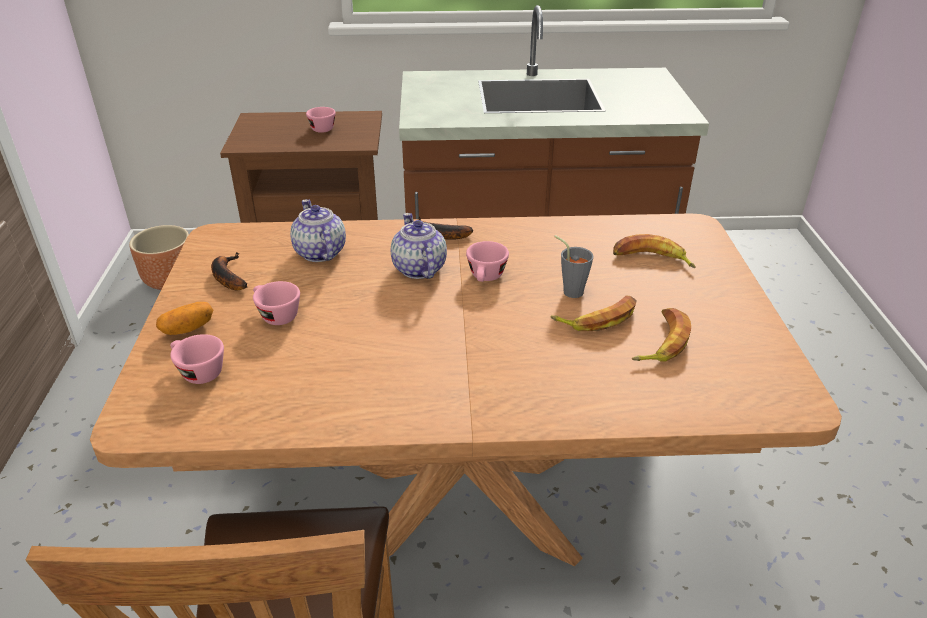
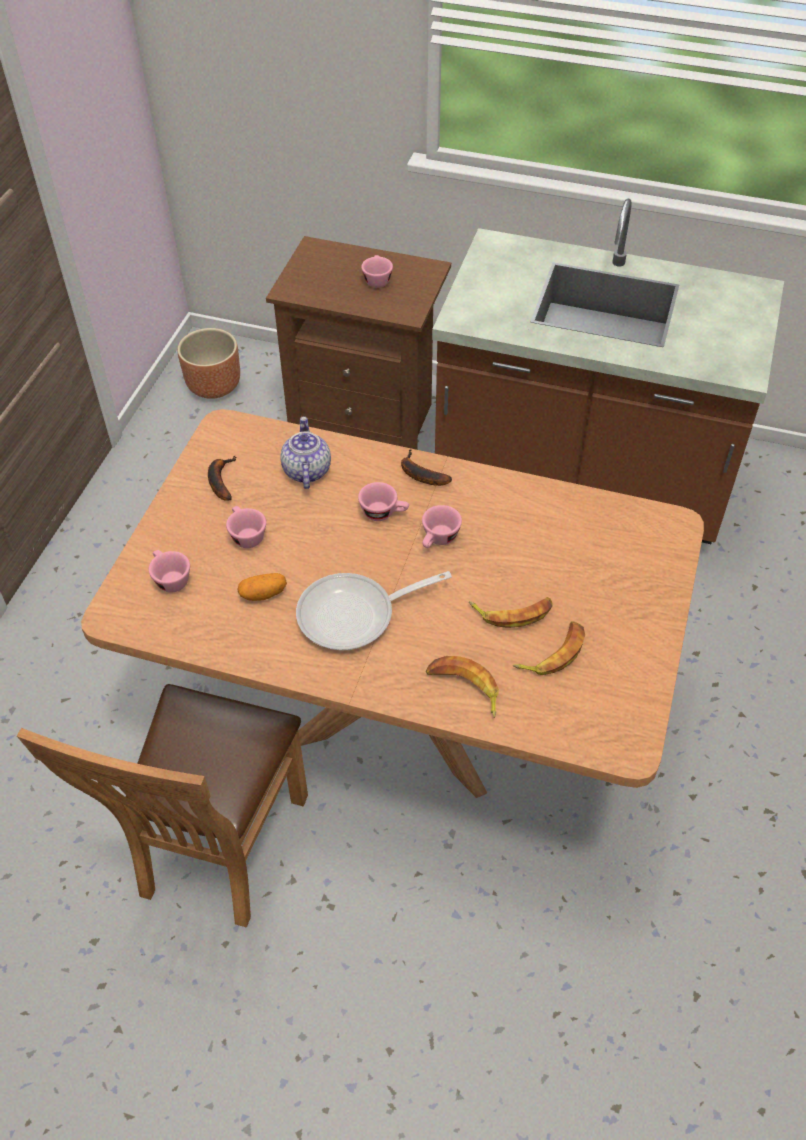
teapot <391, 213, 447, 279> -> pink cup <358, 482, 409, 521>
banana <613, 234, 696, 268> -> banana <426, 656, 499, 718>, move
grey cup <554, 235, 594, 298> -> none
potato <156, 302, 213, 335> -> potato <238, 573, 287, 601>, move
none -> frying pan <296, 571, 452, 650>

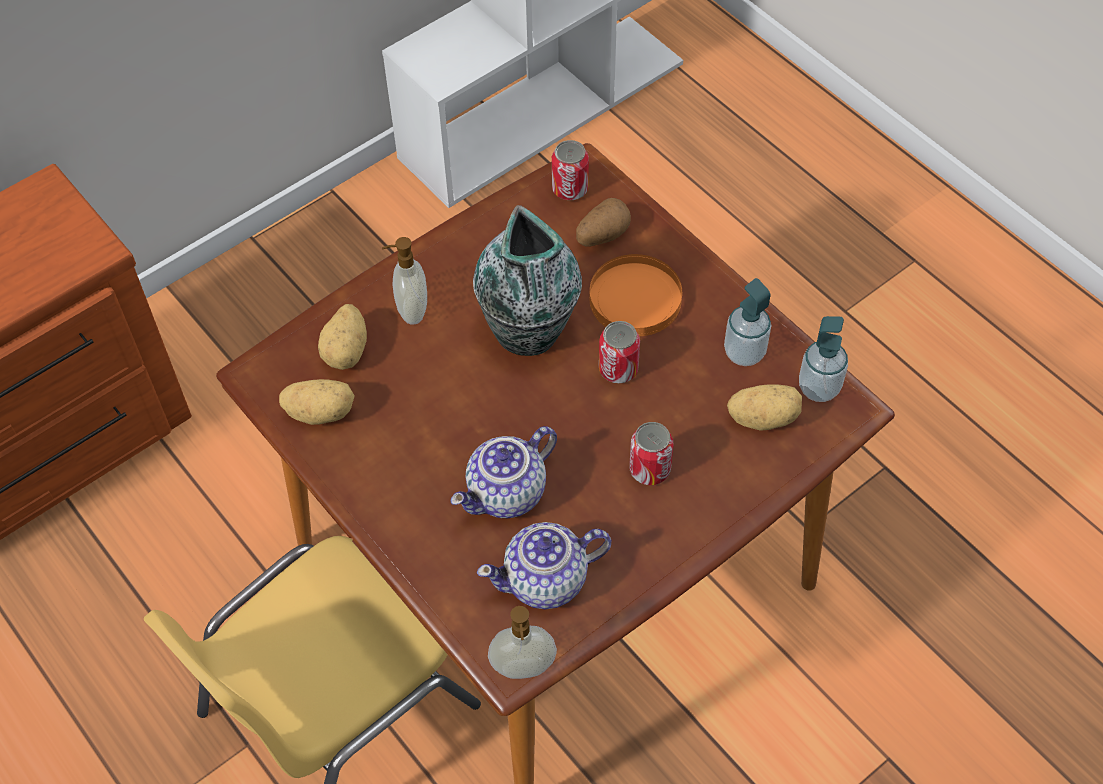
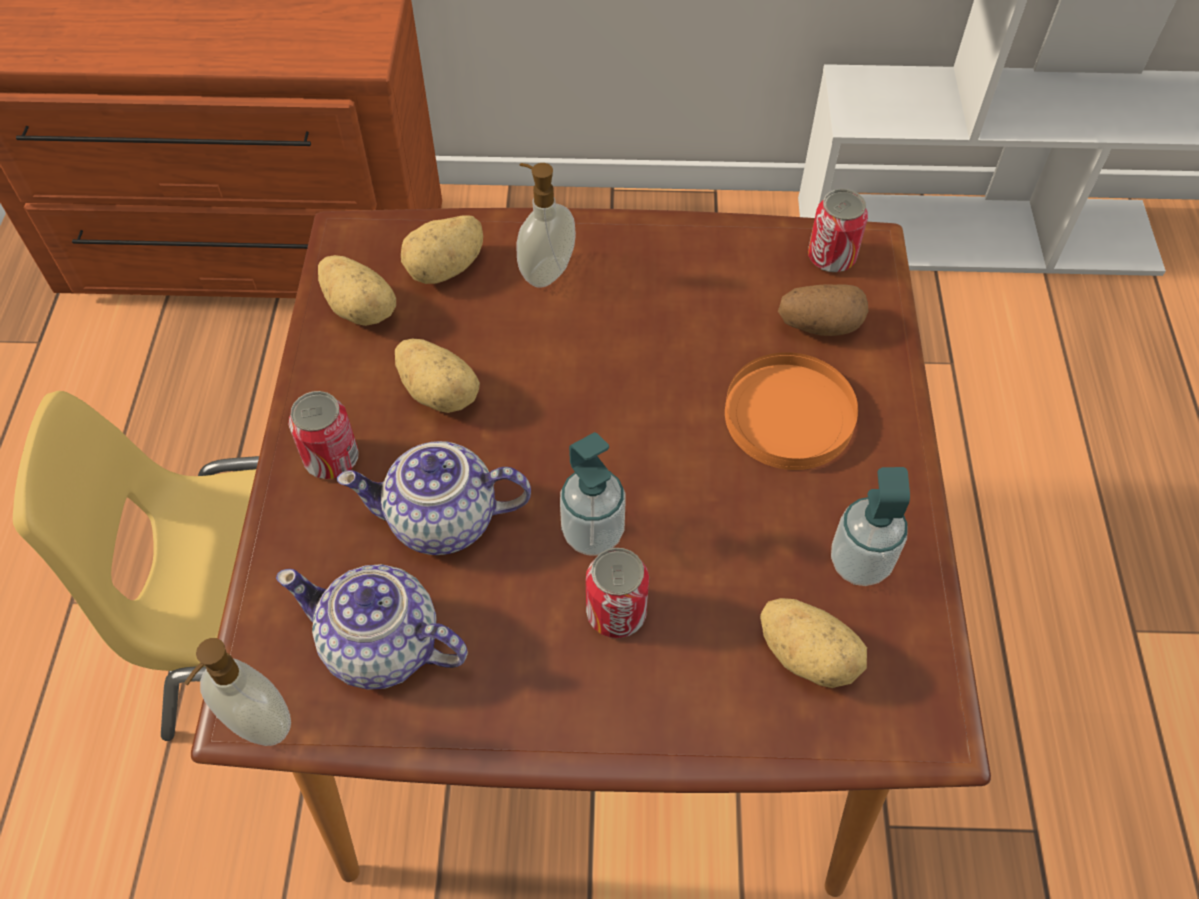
vase <473, 205, 582, 356> -> none
soap dispenser <799, 316, 848, 402> -> soap dispenser <560, 432, 625, 555>, move
can <599, 321, 640, 383> -> can <288, 391, 359, 479>, move
none -> potato <395, 339, 480, 413>

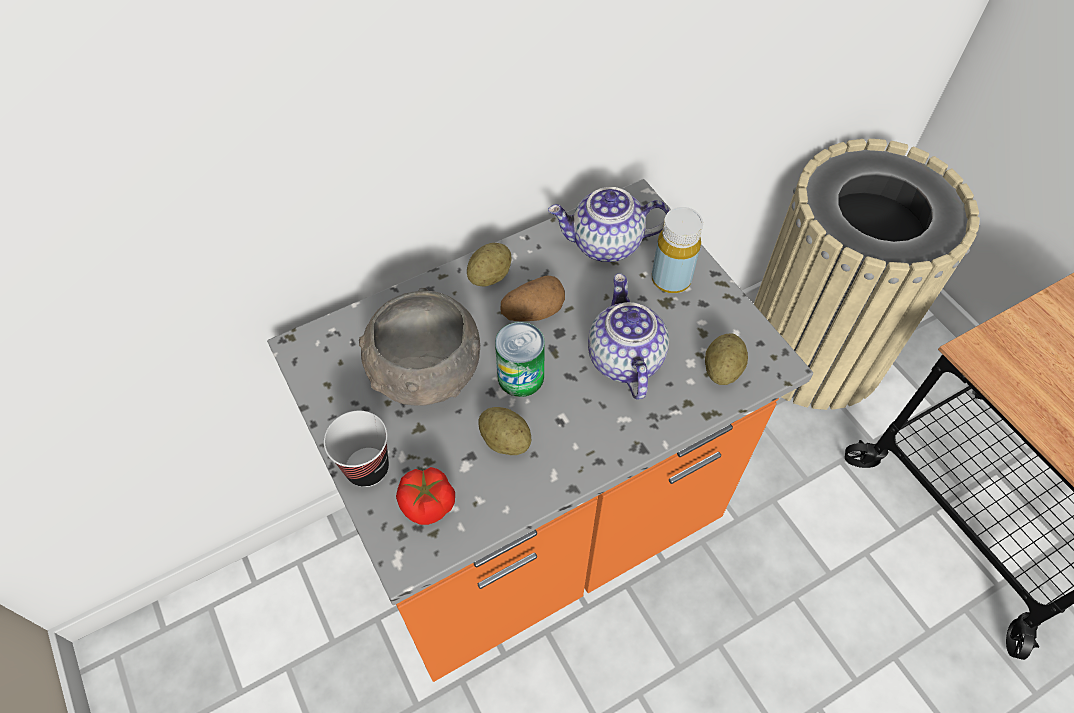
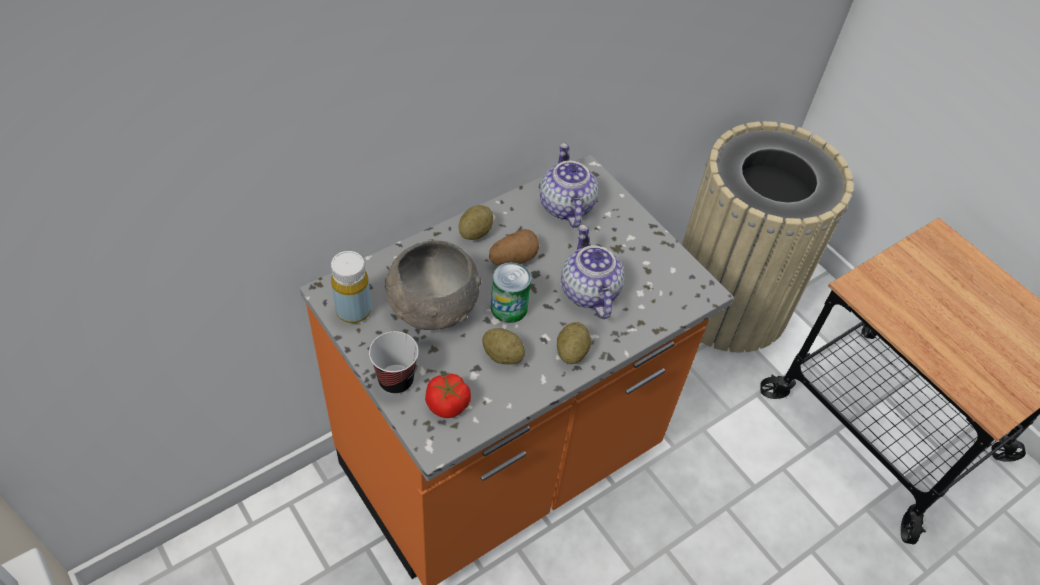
teapot <548, 187, 669, 262> -> teapot <540, 143, 598, 228>, 90 degrees clockwise
yellow bottle <652, 207, 703, 293> -> yellow bottle <331, 251, 371, 323>, move
potato <705, 334, 748, 385> -> potato <557, 322, 591, 364>, move

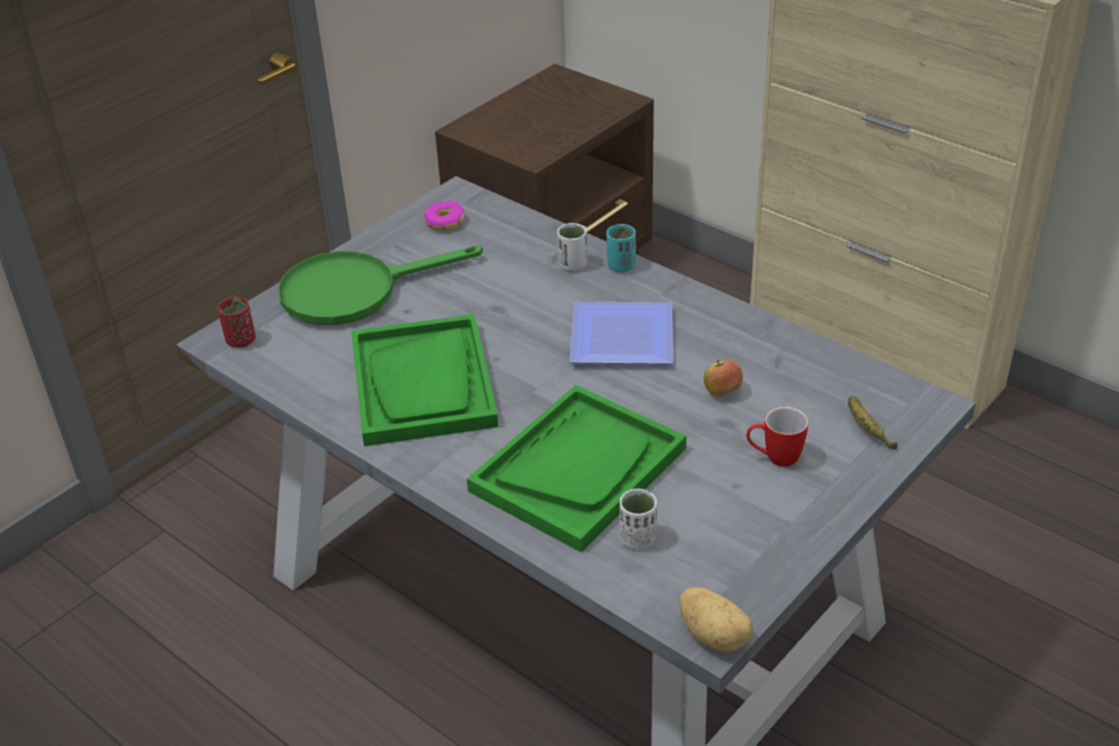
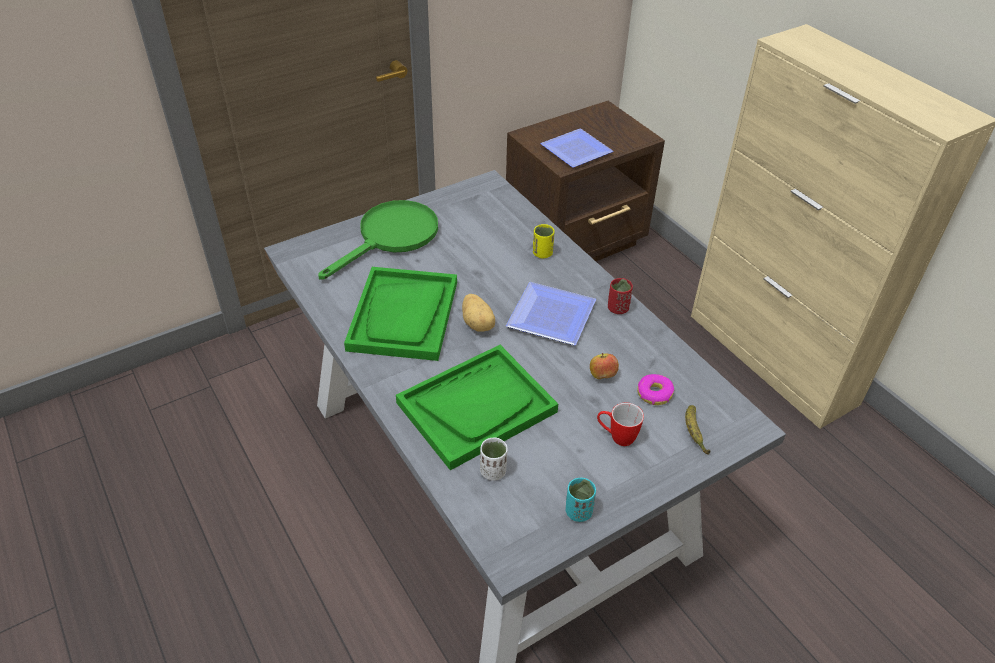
donut <424, 201, 464, 231> -> donut <637, 374, 674, 405>, move
white cup <557, 223, 587, 271> -> yellow cup <533, 224, 555, 258>
turquoise cup <606, 224, 636, 273> -> turquoise cup <566, 478, 596, 522>, move
green frying pan <278, 246, 483, 325> -> green frying pan <318, 200, 438, 279>, 135 degrees clockwise
red cup <217, 297, 256, 348> -> red cup <608, 278, 633, 314>, move
potato <679, 587, 753, 652> -> potato <462, 294, 495, 332>, move
none -> plate <540, 128, 613, 168>

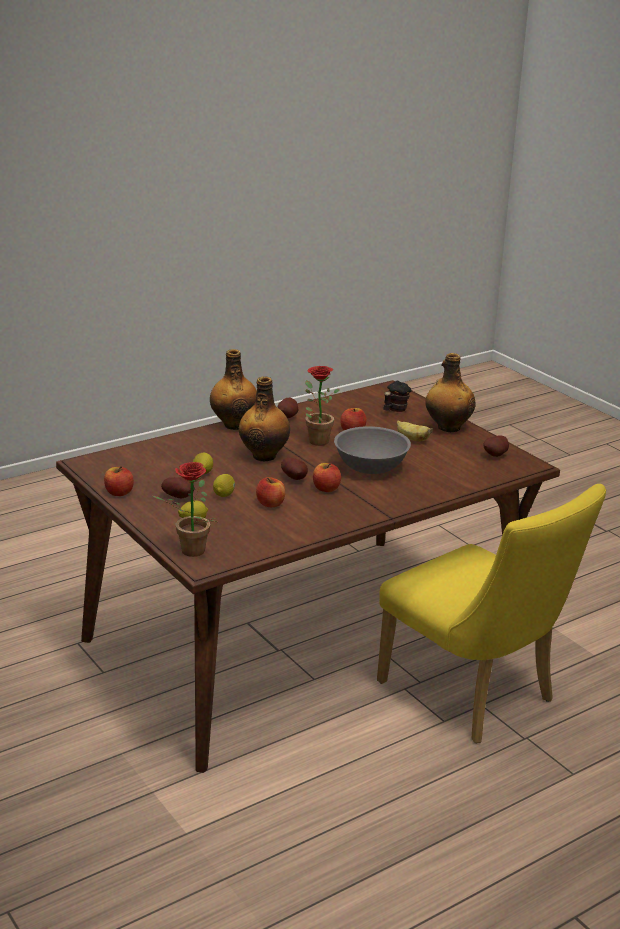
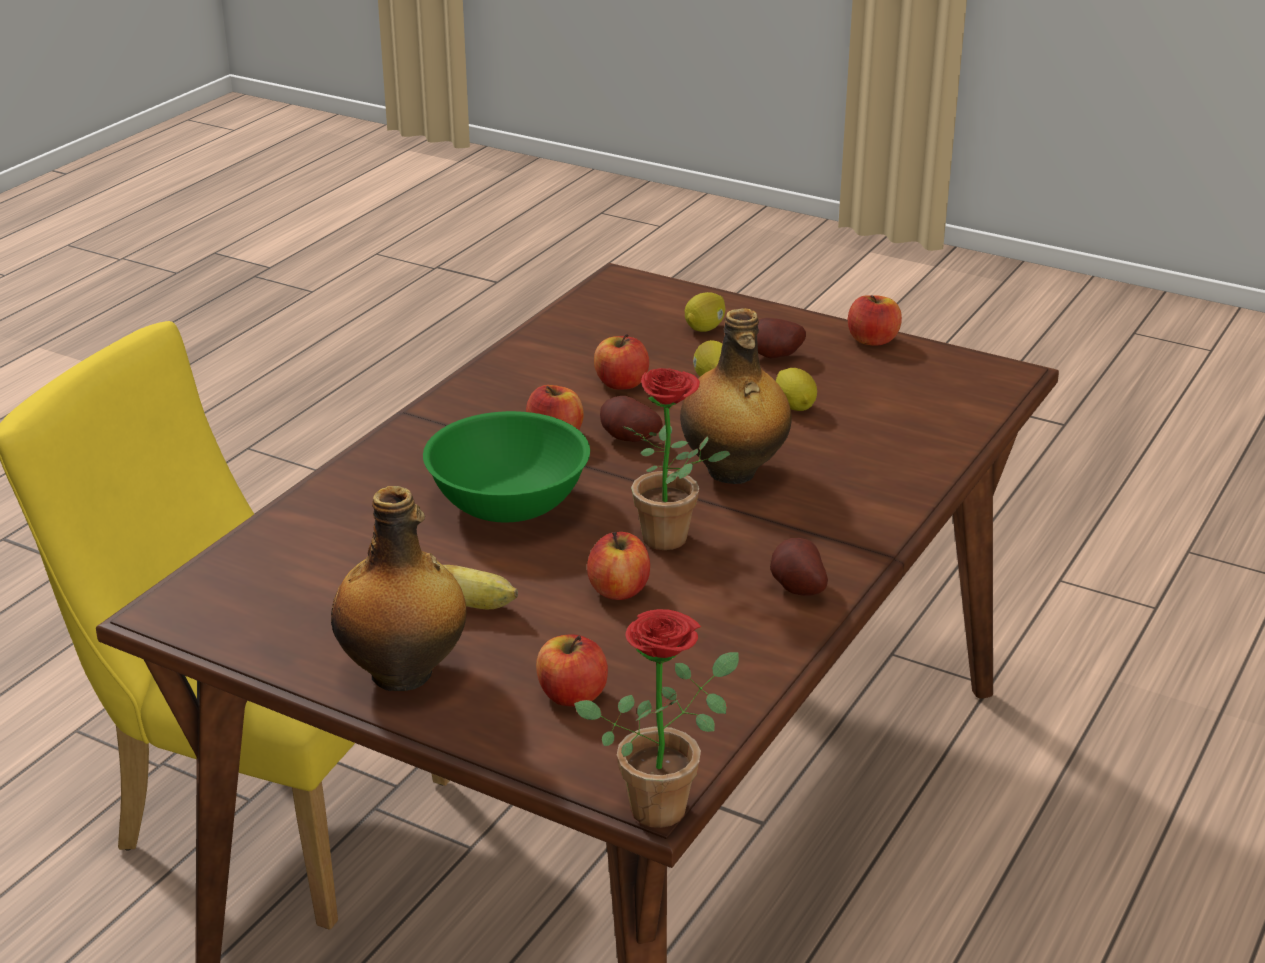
bottle <210, 349, 257, 430> -> none
mug <383, 381, 412, 412> -> apple <536, 634, 608, 706>
grey bowl <334, 426, 411, 474> -> green bowl <423, 411, 590, 522>
potato <483, 436, 509, 457> -> none
potted plant <153, 462, 217, 557> -> potted plant <574, 609, 739, 828>, move

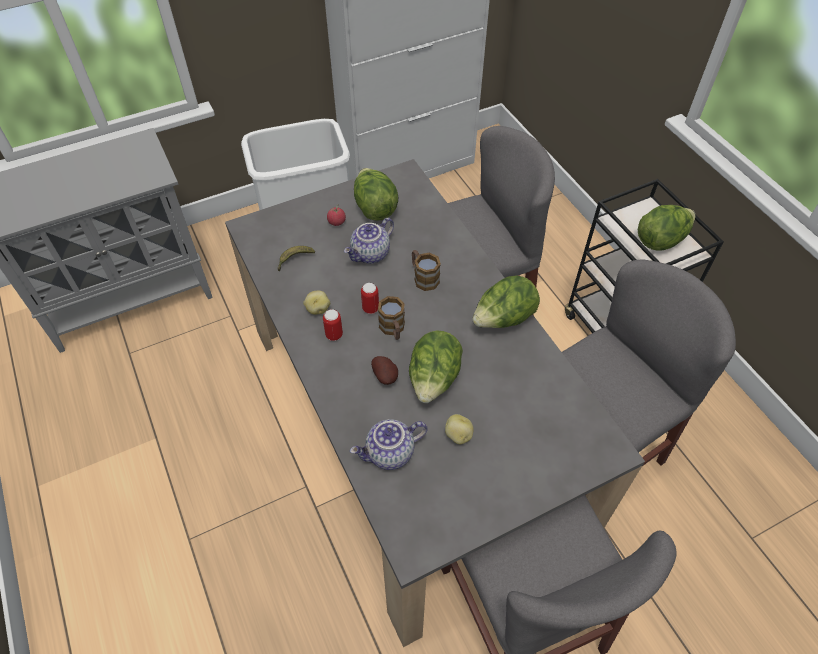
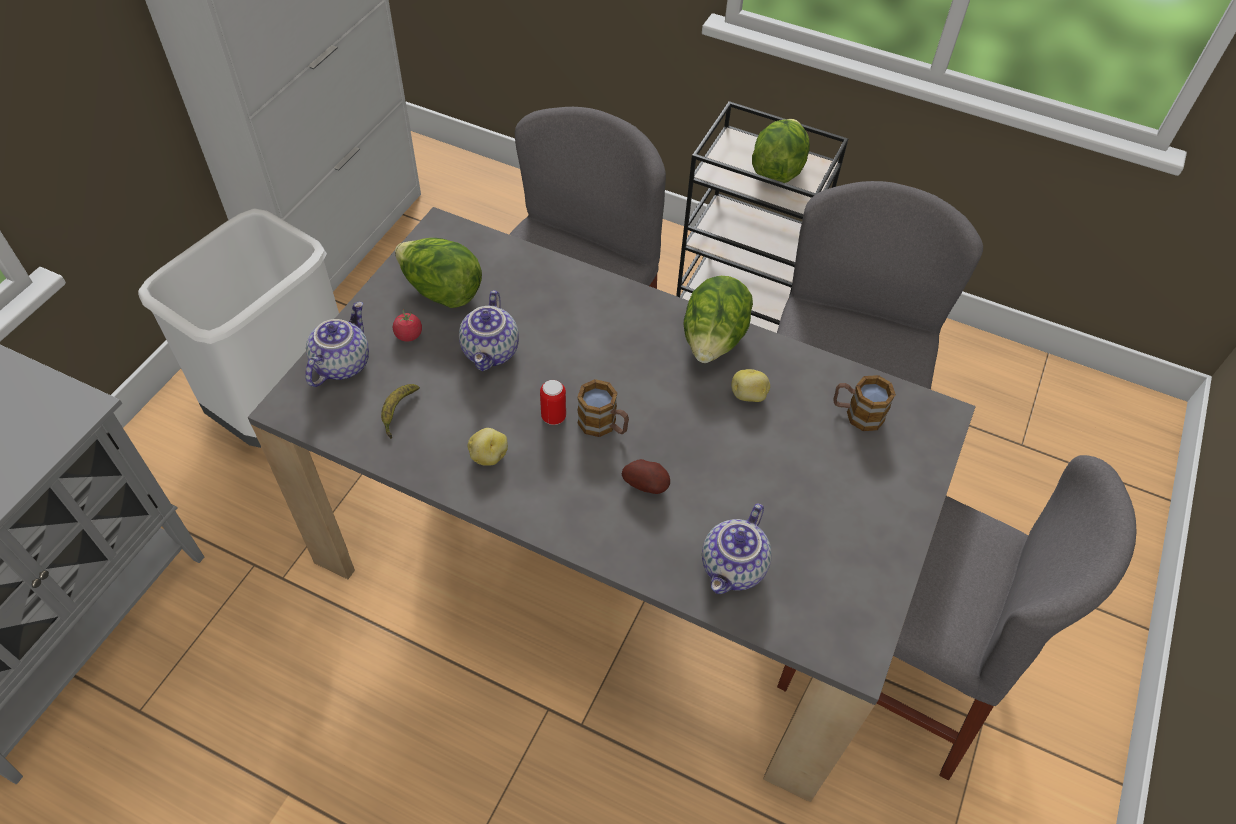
mug <412, 250, 441, 291> -> mug <833, 375, 896, 431>, move
can <323, 309, 343, 341> -> none
lettuce <409, 331, 463, 403> -> none
potato <445, 414, 474, 444> -> potato <731, 369, 770, 402>, move
none -> teapot <305, 302, 369, 387>

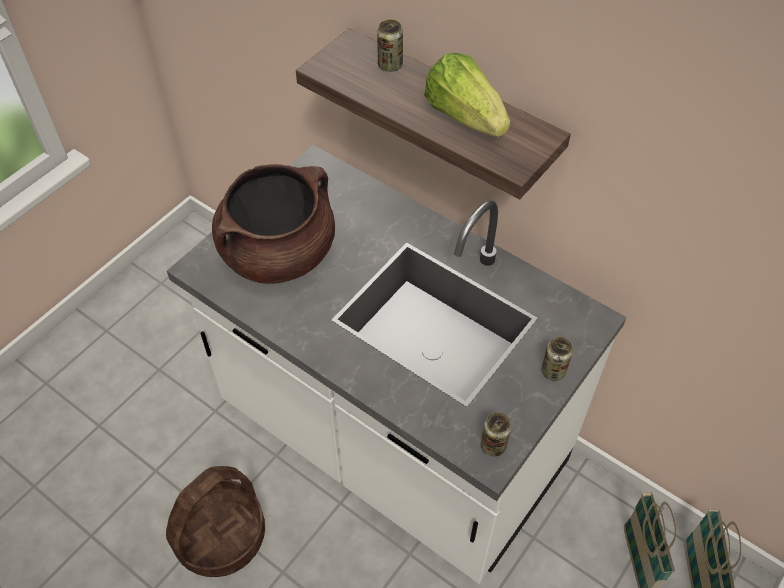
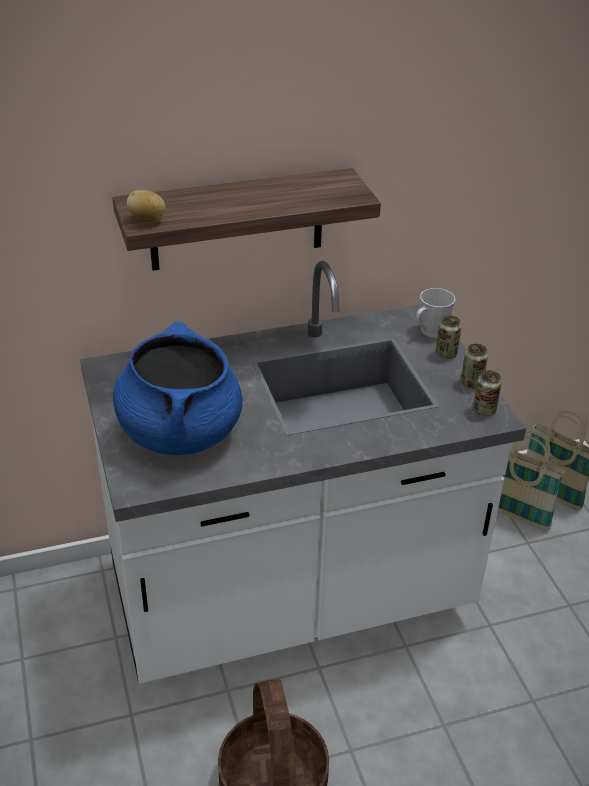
can <377, 20, 403, 72> -> can <461, 344, 488, 388>, move
lettuce <424, 53, 510, 137> -> none
brown cooking pot <212, 164, 335, 284> -> blue cooking pot <113, 321, 243, 455>
none -> potato <127, 190, 166, 222>
none -> grey mug <416, 288, 455, 338>

